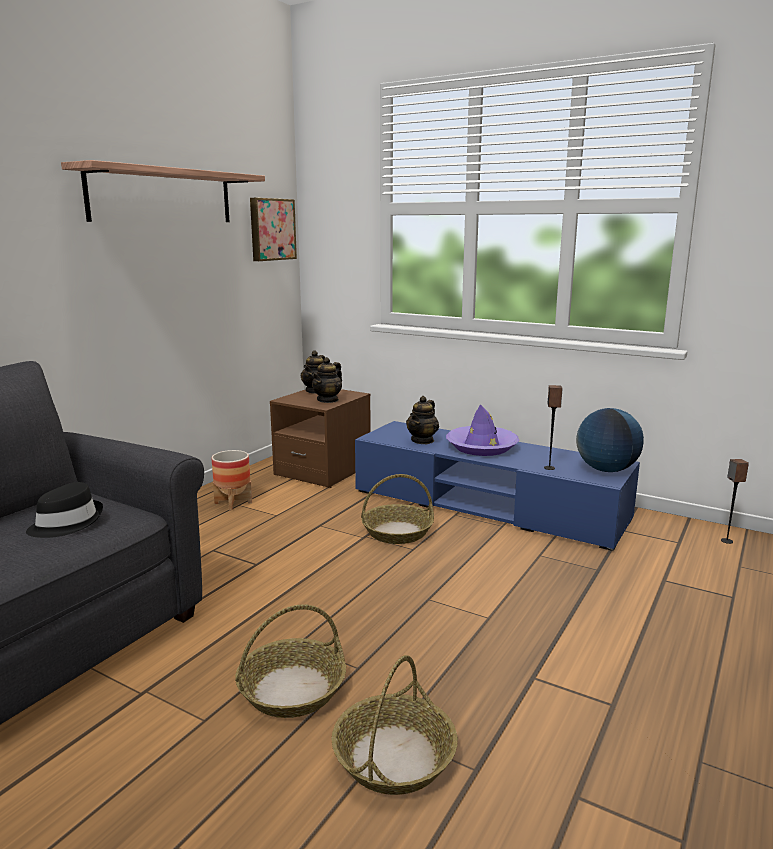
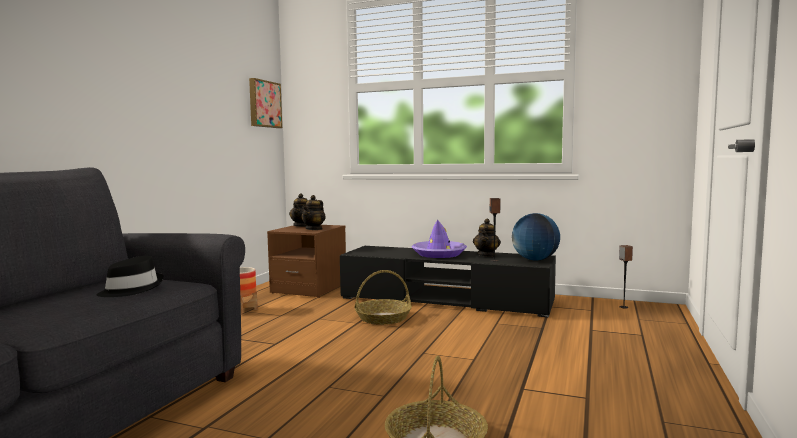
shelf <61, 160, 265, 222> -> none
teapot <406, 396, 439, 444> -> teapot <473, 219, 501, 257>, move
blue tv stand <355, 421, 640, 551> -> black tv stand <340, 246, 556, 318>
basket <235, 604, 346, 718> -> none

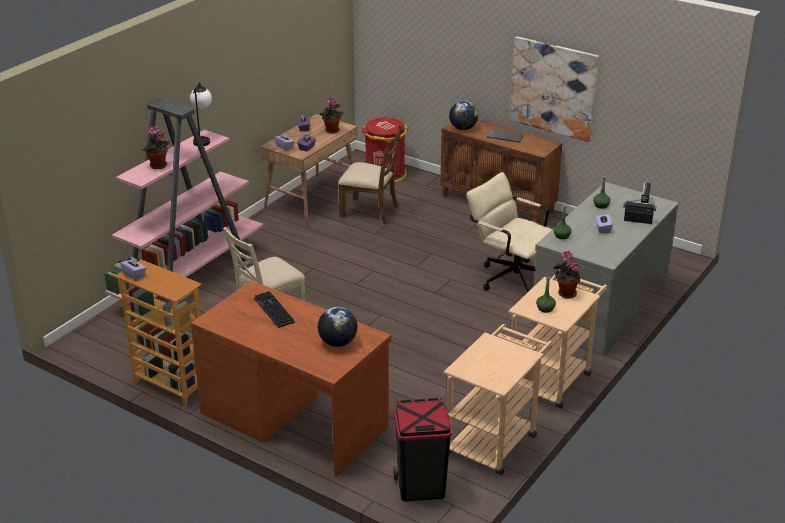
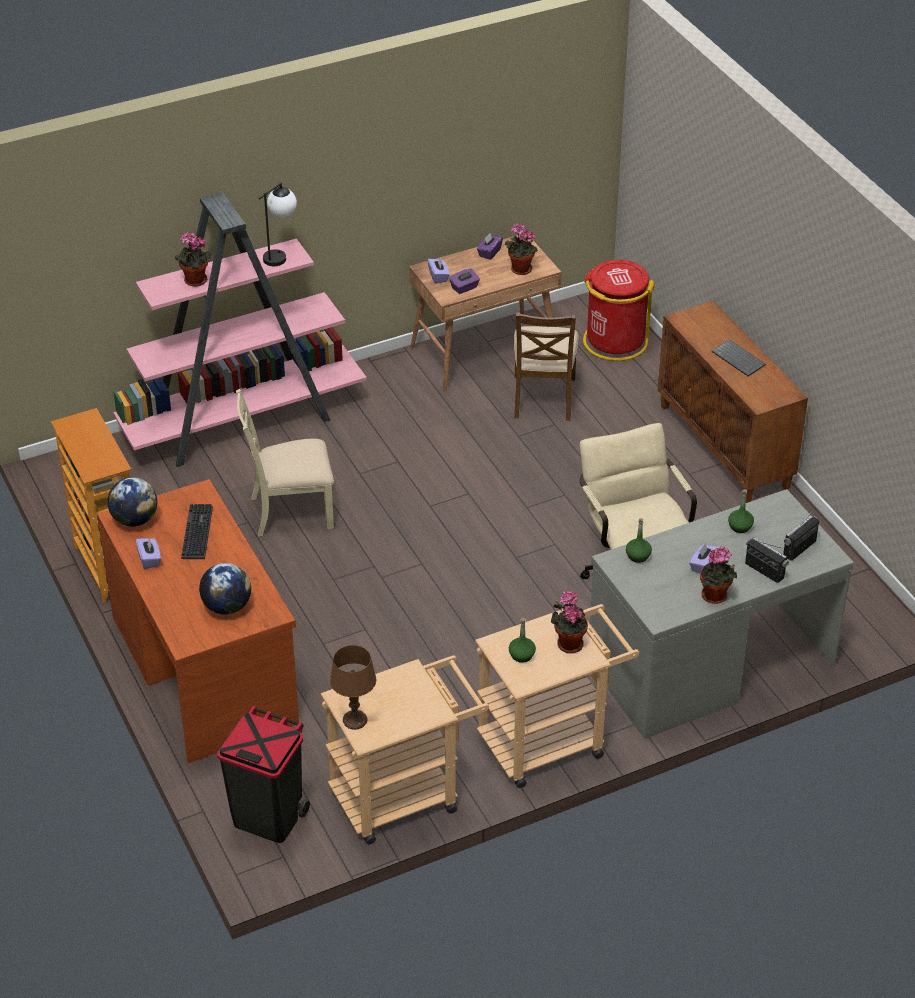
picture <510, 36, 599, 142> -> none
globe <449, 101, 478, 130> -> globe <107, 477, 157, 527>, move
brown chair <338, 126, 402, 224> -> brown chair <514, 312, 579, 421>, 45 degrees clockwise
purple tissue box <120, 256, 146, 280> -> purple tissue box <135, 537, 161, 569>, move
none -> potted plant <700, 547, 737, 604>
none -> brown table lamp <330, 645, 376, 730>

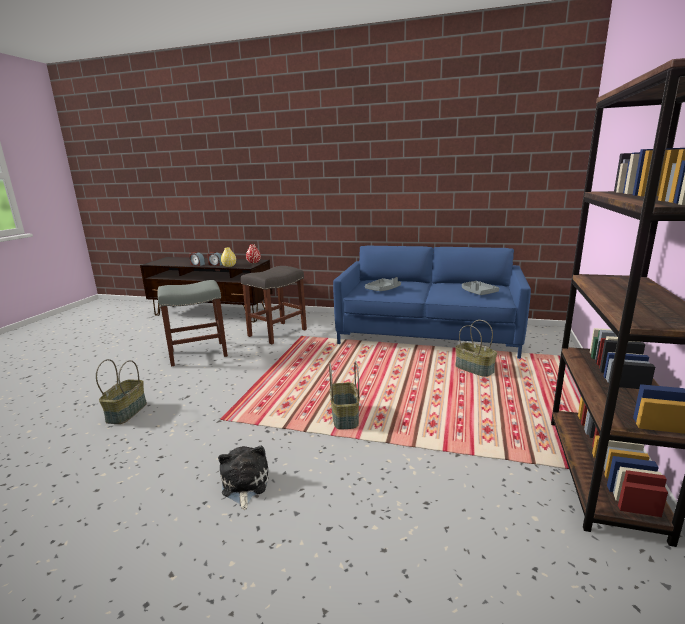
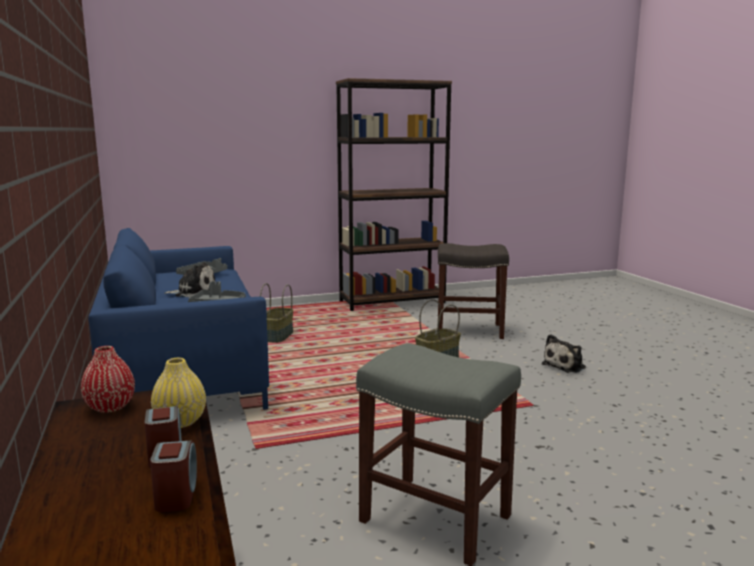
grey stool <241, 266, 307, 344> -> grey stool <438, 243, 509, 339>, move
basket <96, 359, 147, 424> -> none
none -> plush toy <164, 262, 216, 297>

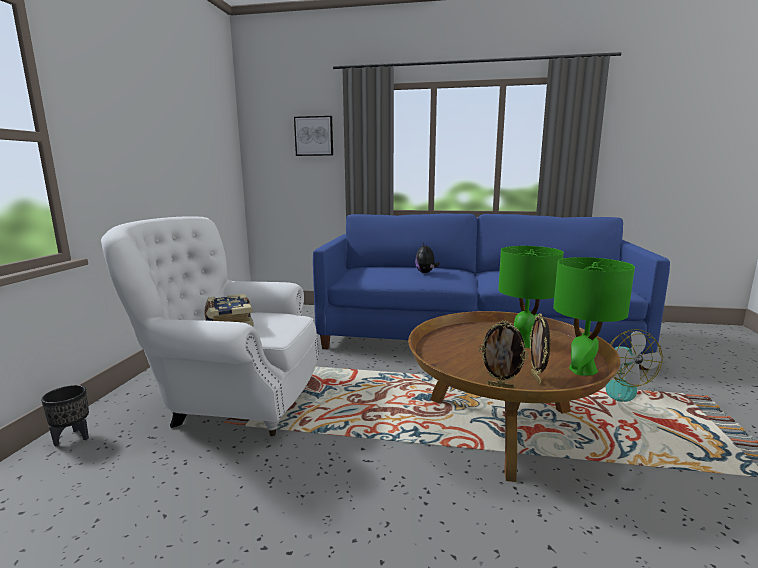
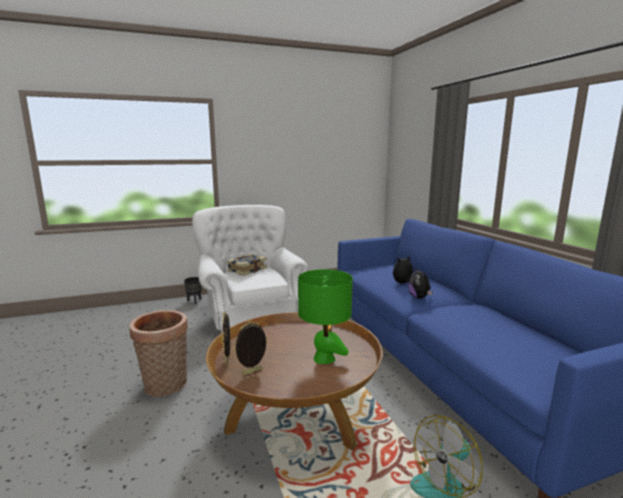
picture <294, 116, 333, 156> -> none
green table lamp <553, 257, 635, 376> -> none
none -> plush toy <408, 267, 433, 299>
none -> basket <129, 310, 188, 397>

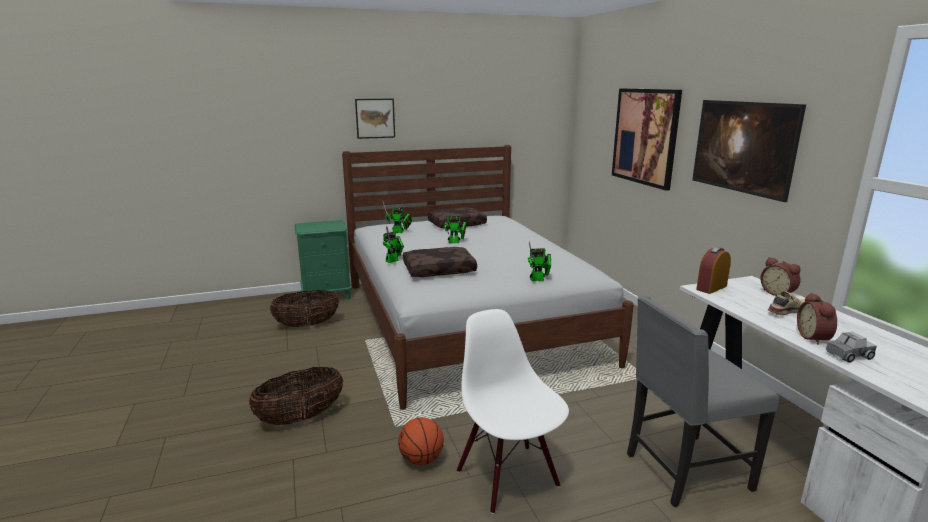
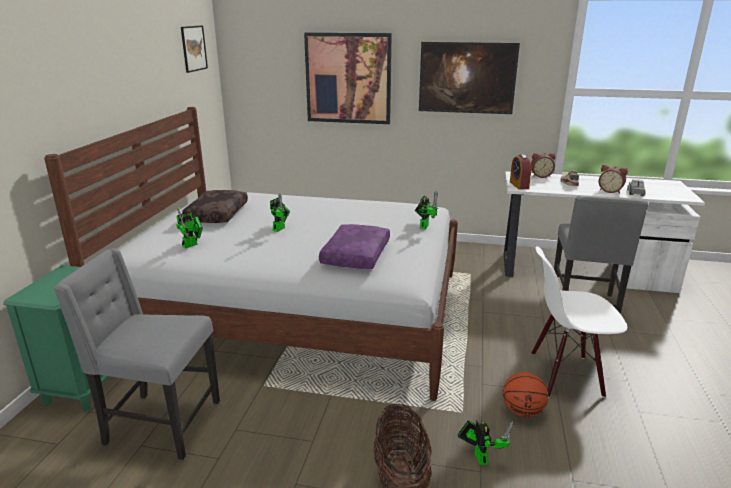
picture <355, 99, 395, 139> -> picture <181, 25, 208, 73>, move
toy robot <383, 226, 404, 263> -> toy robot <458, 420, 514, 465>, move
brown pillow <403, 247, 477, 277> -> purple pillow <319, 224, 390, 269>
basket <270, 290, 339, 327> -> grey chair <53, 248, 220, 460>

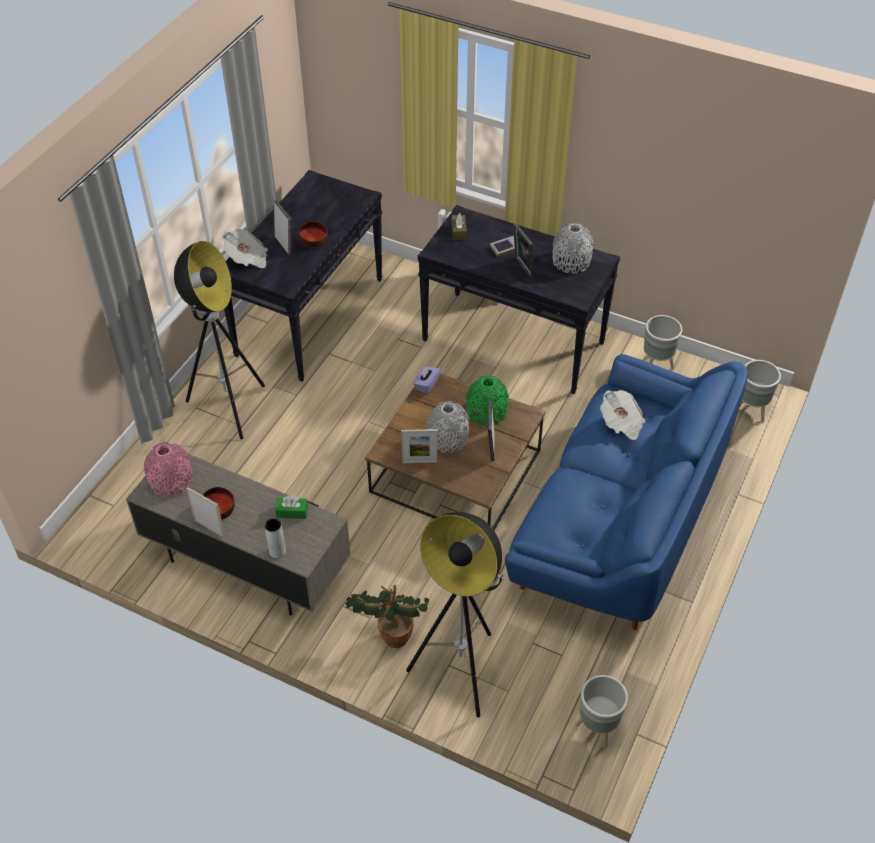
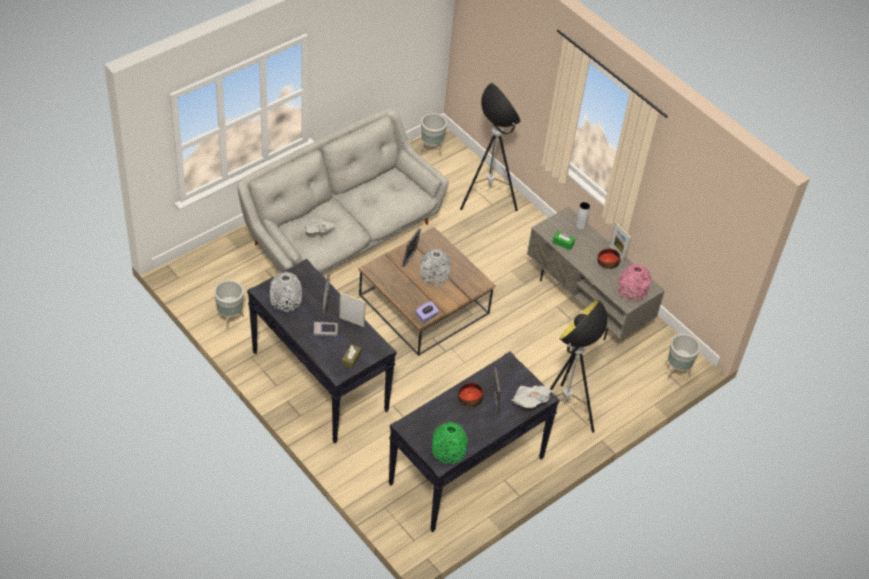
blue sofa <505, 354, 748, 630> -> grey sofa <238, 109, 449, 275>
grey planter <740, 360, 781, 422> -> grey planter <667, 334, 700, 380>, move
green vase <466, 376, 509, 426> -> green vase <432, 422, 468, 464>, move
picture frame <401, 429, 438, 464> -> picture frame <339, 293, 366, 327>, move
potted plant <345, 585, 429, 648> -> none

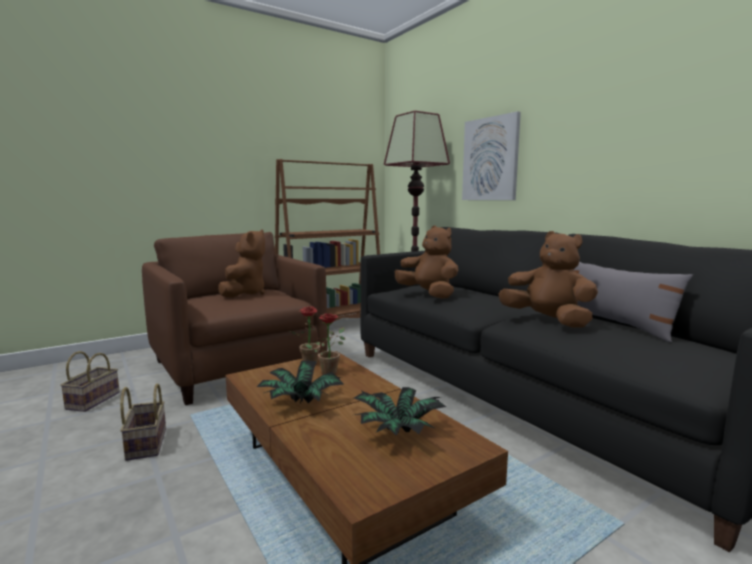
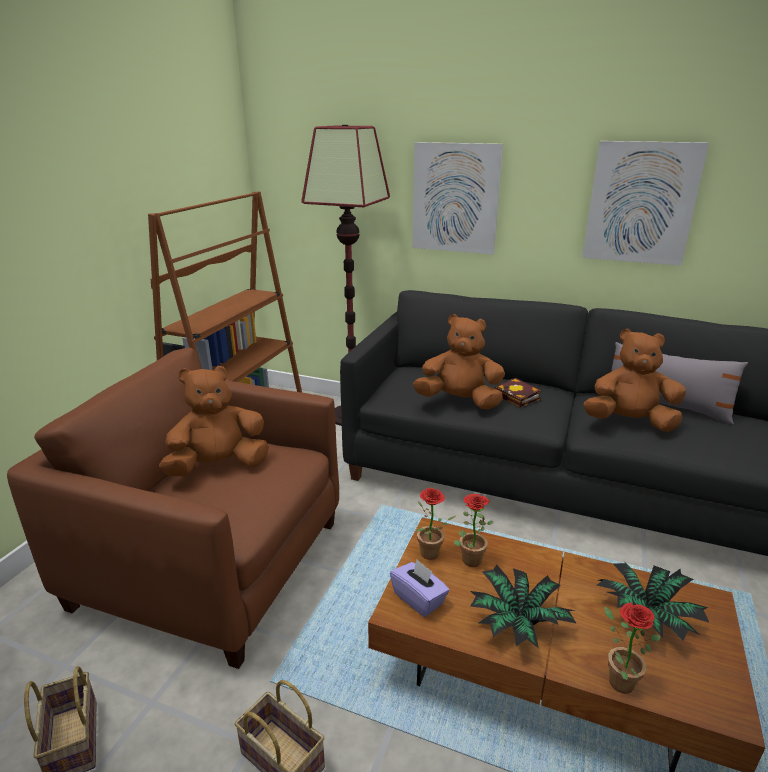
brown plush toy <218, 229, 265, 298> -> brown plush toy <159, 366, 269, 476>, 90 degrees counterclockwise
none -> picture <582, 141, 709, 266>
none -> book <495, 378, 541, 407>
none -> purple tissue box <390, 559, 450, 617>
none -> potted plant <604, 602, 661, 694>

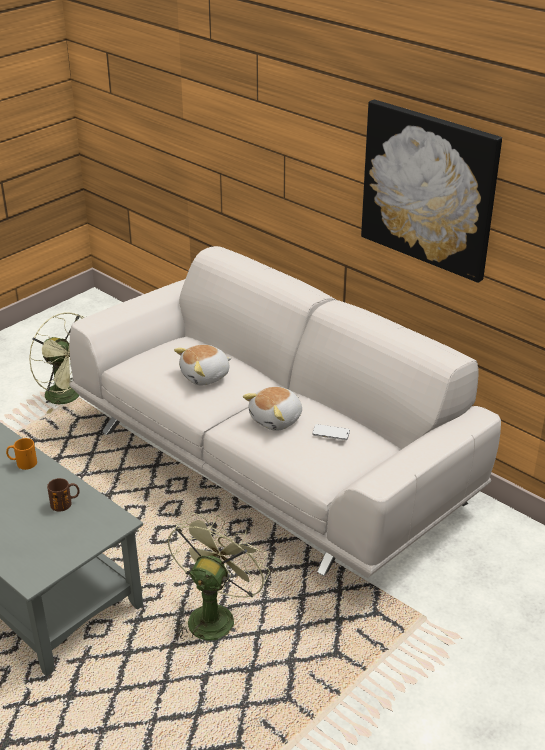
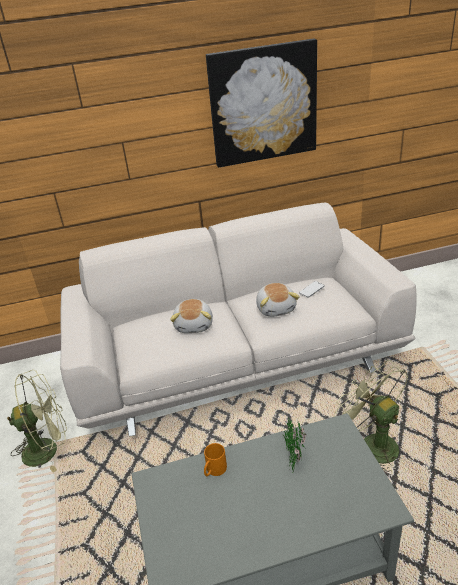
brown mug <47, 478, 79, 512> -> potted plant <283, 417, 306, 471>

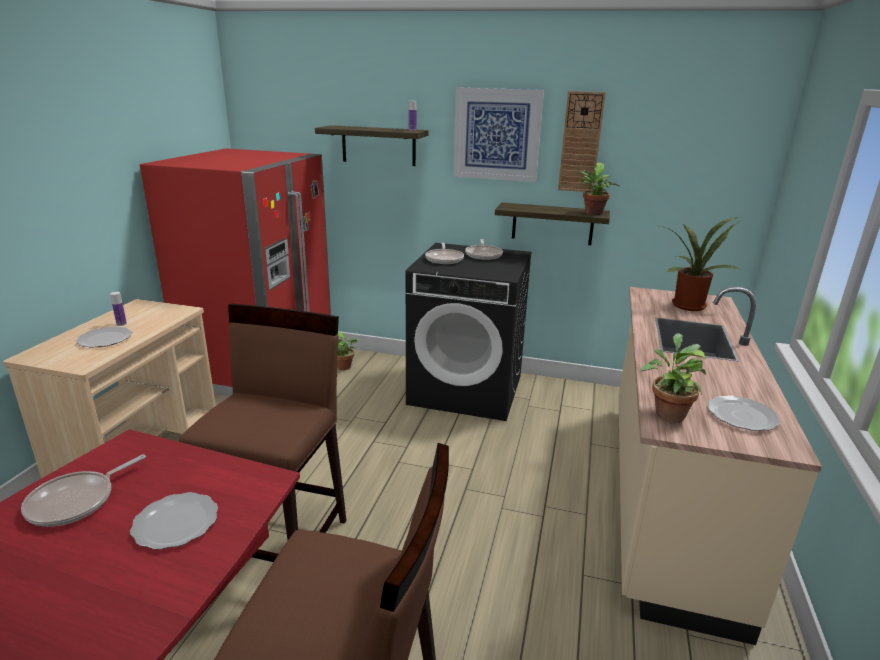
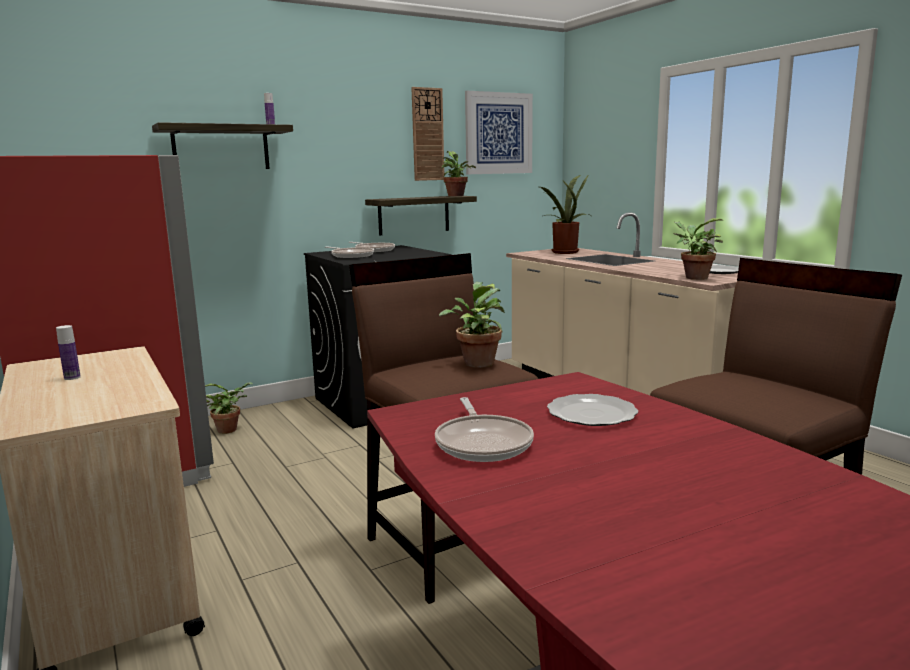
picture <453, 87, 544, 182> -> picture <465, 91, 533, 174>, move
plate <76, 326, 132, 347> -> none
none -> potted plant <439, 282, 505, 368>

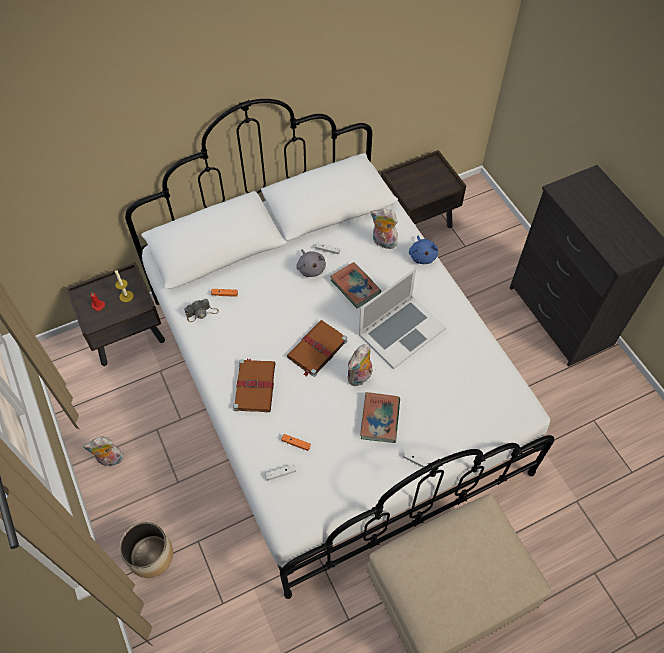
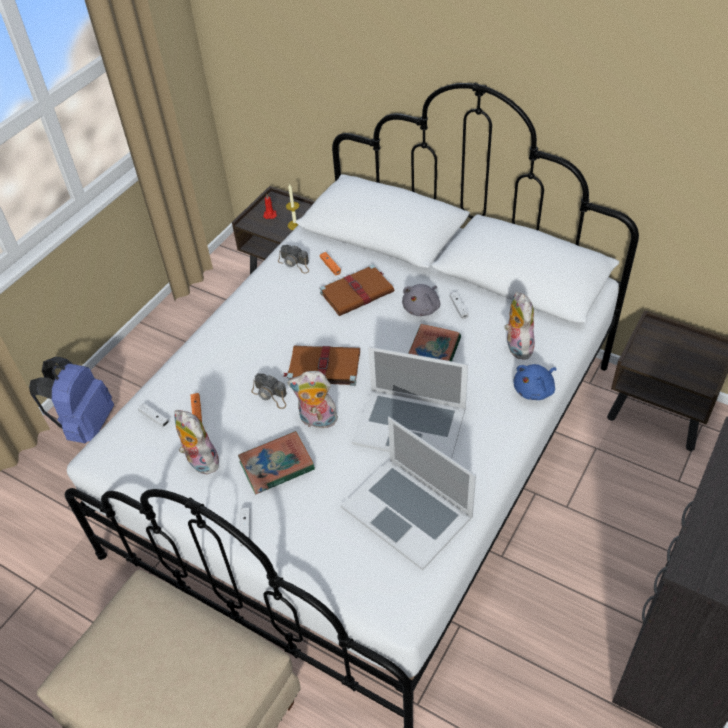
brown book <233, 359, 276, 412> -> brown book <319, 264, 394, 316>, move
plush toy <83, 437, 124, 466> -> plush toy <174, 410, 223, 475>, move
planter <120, 522, 173, 578> -> blue backpack <29, 357, 114, 443>
none -> photo camera <251, 373, 287, 409>
none -> laptop <341, 417, 476, 571>

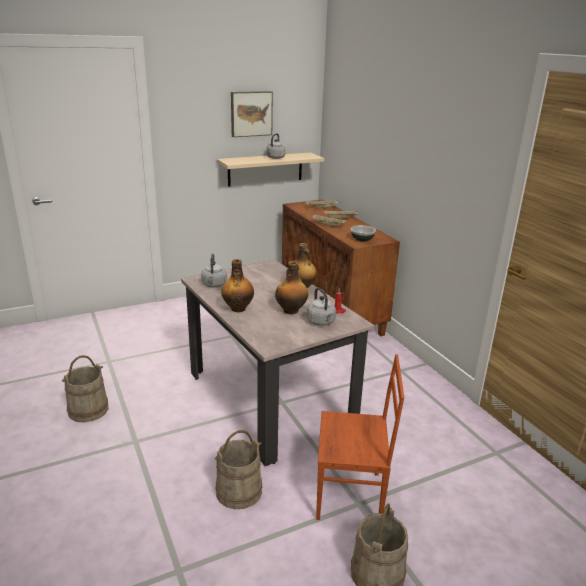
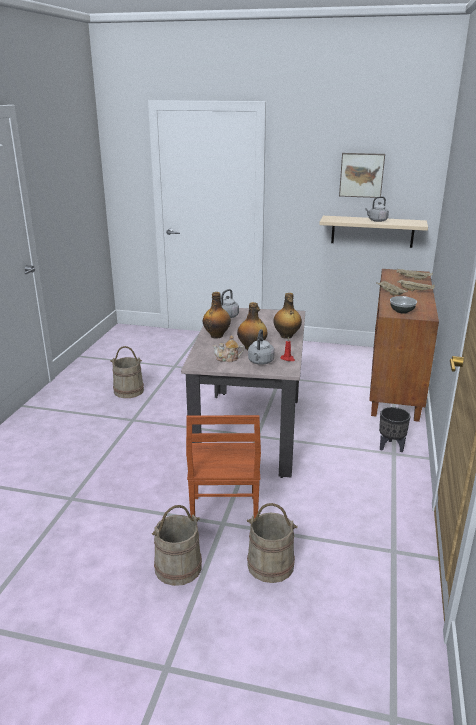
brown chair <316, 354, 404, 520> -> brown chair <186, 415, 261, 518>, 45 degrees clockwise
beige bucket <215, 430, 262, 509> -> beige bucket <247, 503, 298, 583>, move
none -> teapot <213, 335, 244, 362>
none -> black planter <379, 407, 411, 452>

